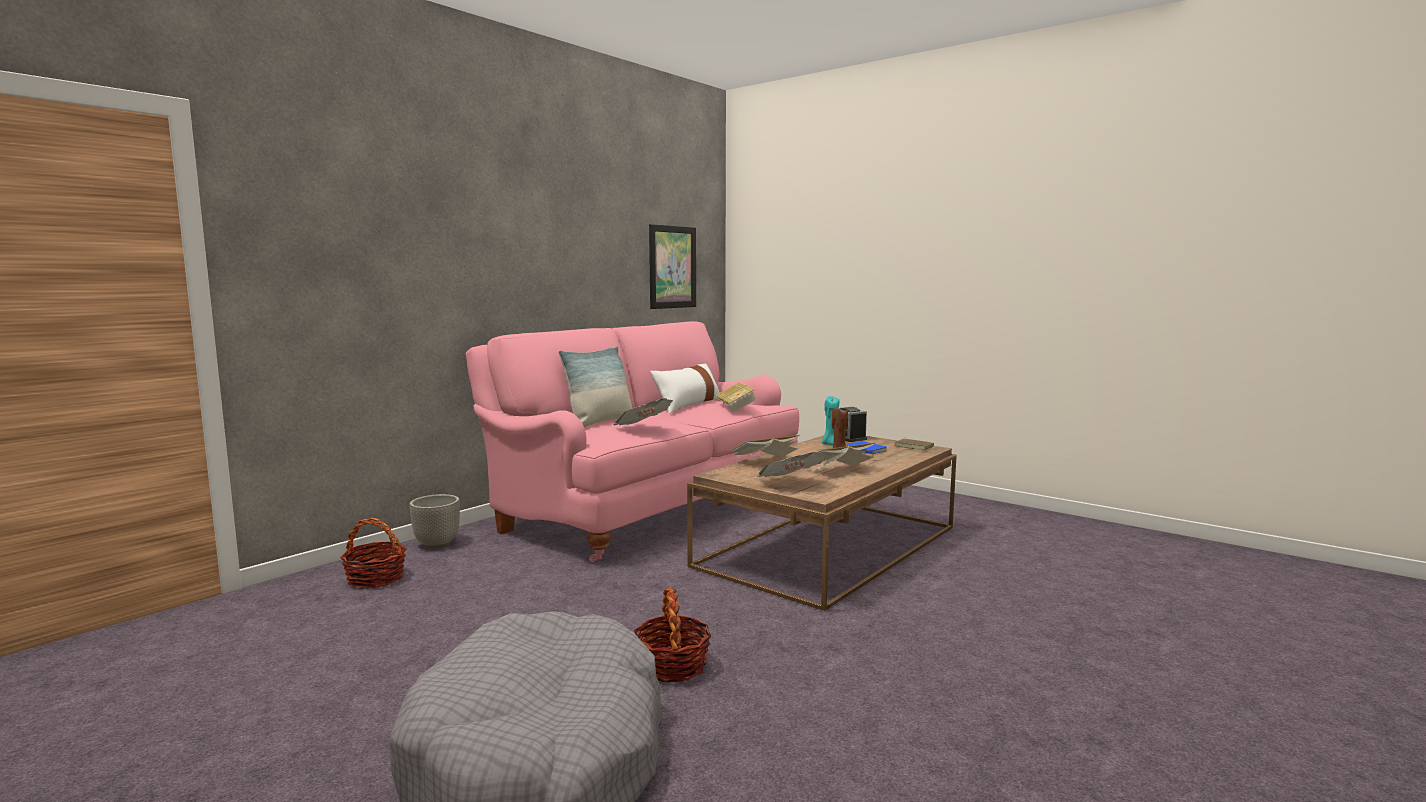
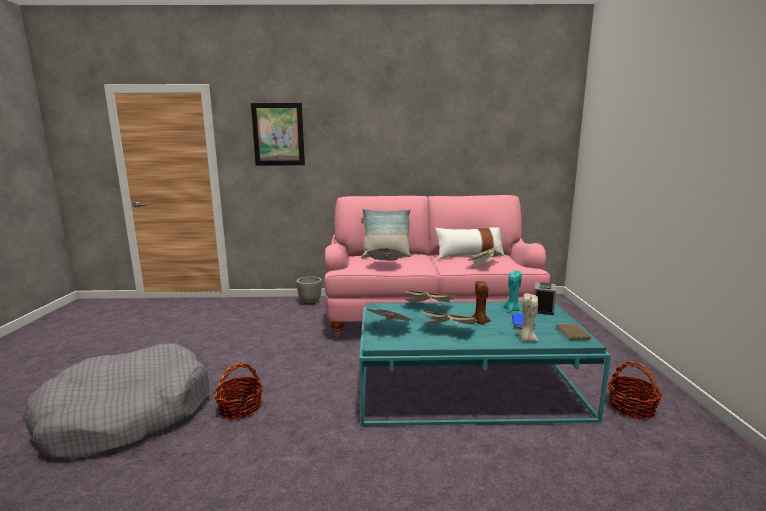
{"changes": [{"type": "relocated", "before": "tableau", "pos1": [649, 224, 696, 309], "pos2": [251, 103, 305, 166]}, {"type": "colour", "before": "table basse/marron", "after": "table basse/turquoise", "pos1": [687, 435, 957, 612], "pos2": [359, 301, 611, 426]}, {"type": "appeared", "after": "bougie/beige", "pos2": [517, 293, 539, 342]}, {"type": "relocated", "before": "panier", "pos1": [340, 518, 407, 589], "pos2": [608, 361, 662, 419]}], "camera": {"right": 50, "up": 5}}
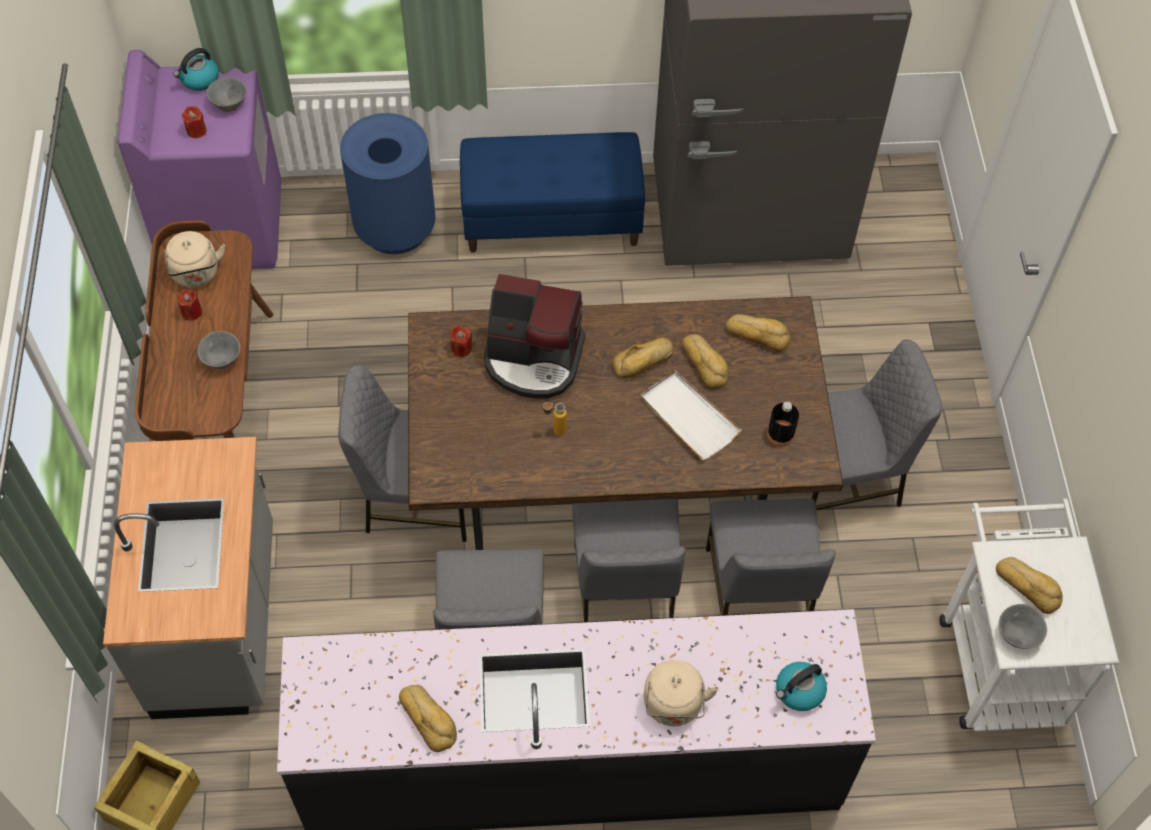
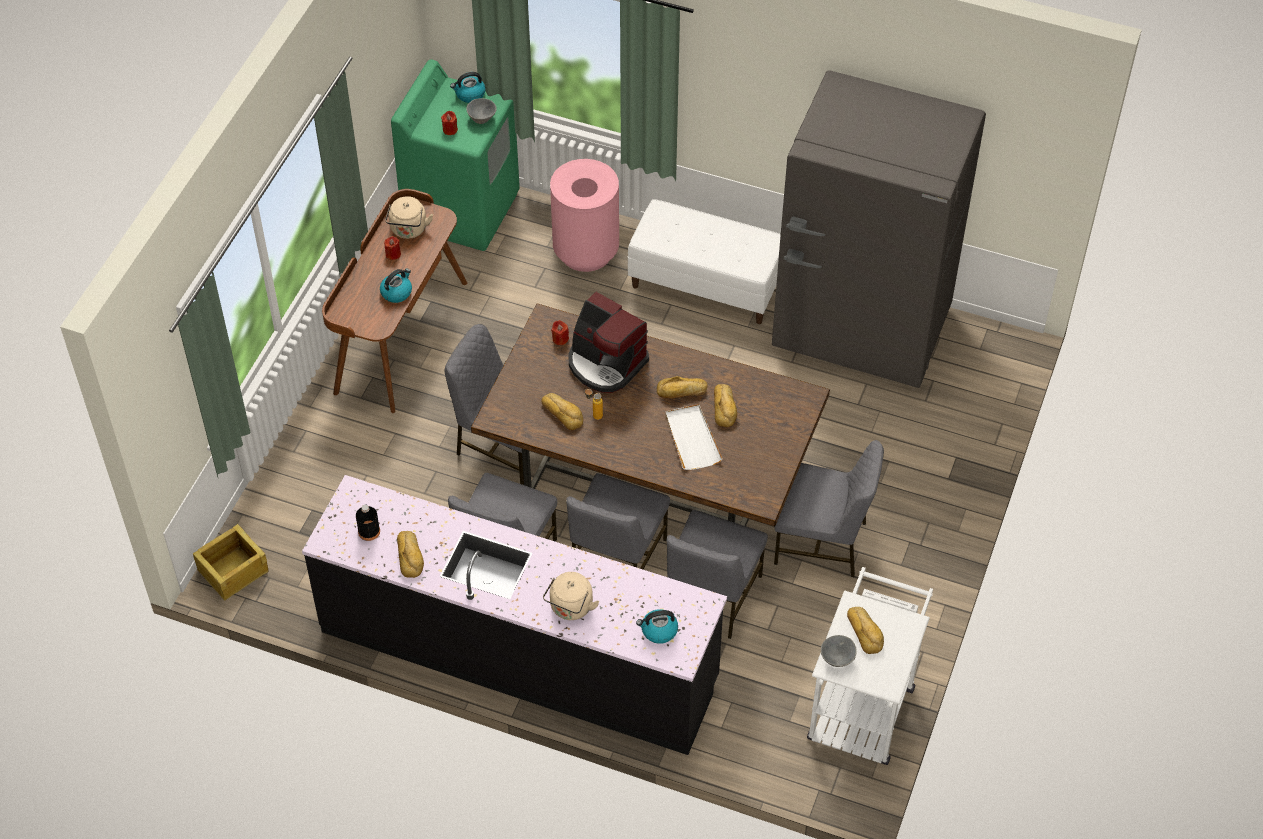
{"changes": [{"type": "relocated", "before": "bouteille/noir", "pos1": [767, 401, 799, 446], "pos2": [356, 505, 380, 541]}, {"type": "exchanged", "before": "bol/gris", "after": "bouilloire", "pos1": [197, 331, 240, 369], "pos2": [380, 269, 412, 303]}, {"type": "colour", "before": "lave-linge/violet", "after": "lave-linge/vert", "pos1": [117, 50, 282, 269], "pos2": [391, 59, 520, 251]}, {"type": "relocated", "before": "pain", "pos1": [726, 314, 790, 352], "pos2": [541, 393, 583, 430]}, {"type": "colour", "before": "poubelle/bleu", "after": "poubelle/rose", "pos1": [340, 113, 436, 254], "pos2": [550, 159, 619, 272]}, {"type": "colour", "before": "banc/bleu", "after": "banc/blanc", "pos1": [460, 132, 645, 253], "pos2": [628, 199, 781, 324]}, {"type": "missing", "before": "comptoir de cuisine/gris", "pos1": [103, 437, 273, 719]}], "camera": {"right": 25, "up": -5}}
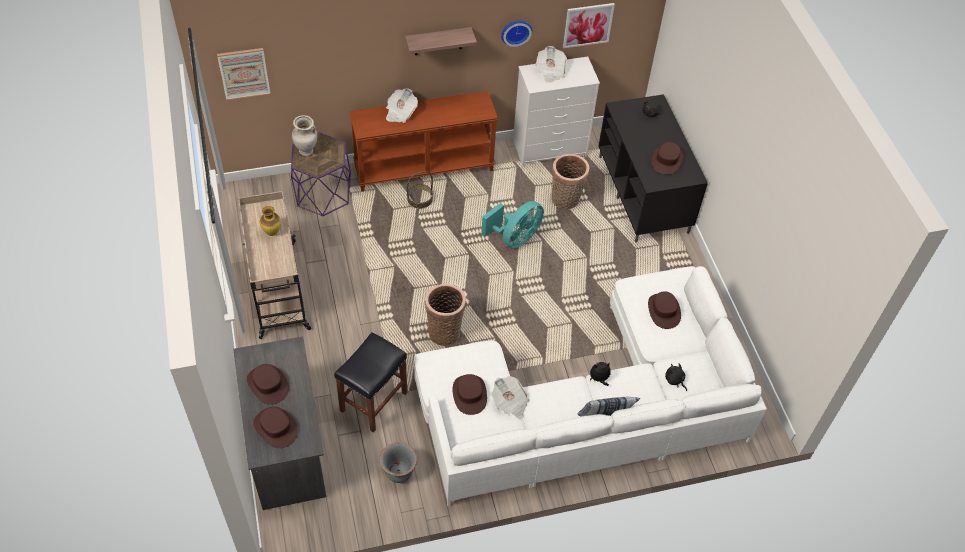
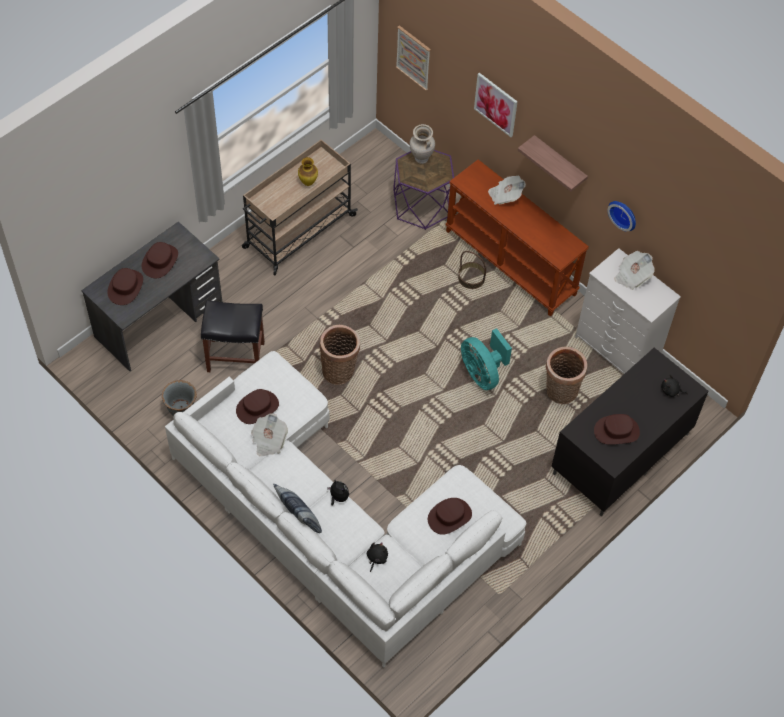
{"changes": [{"type": "spun", "before": "ventilateur/turquoise", "pos1": [481, 201, 544, 248], "pos2": [461, 328, 512, 390], "turn": 45}, {"type": "relocated", "before": "tableau", "pos1": [563, 3, 615, 48], "pos2": [474, 73, 518, 137]}], "camera": {"right": 60, "up": 5}}
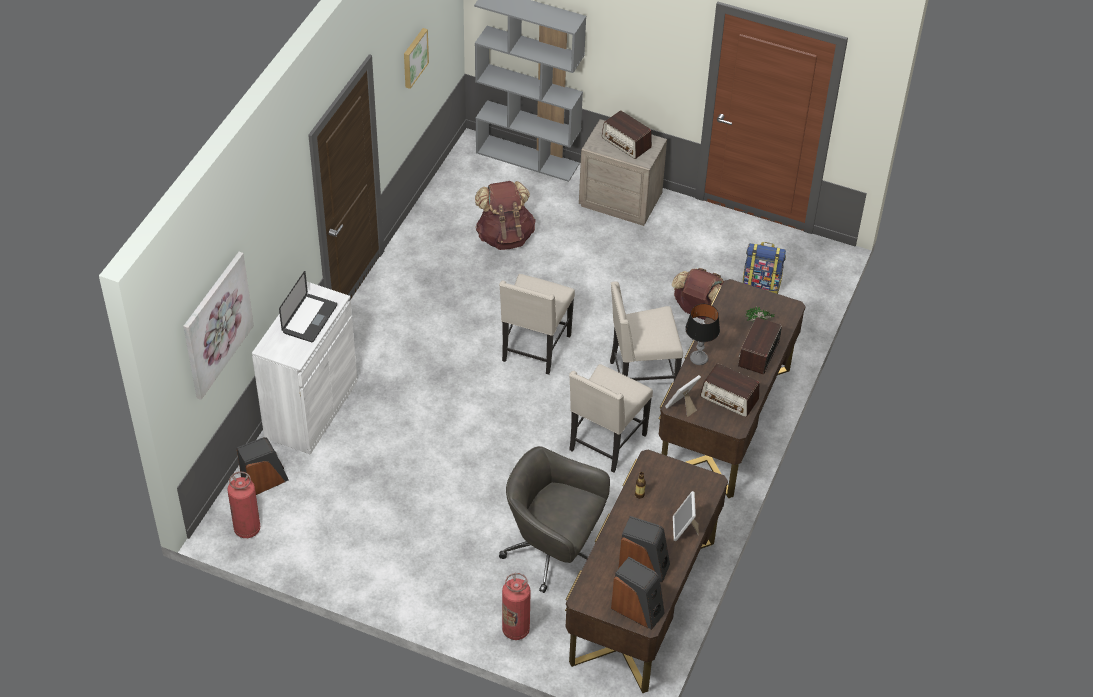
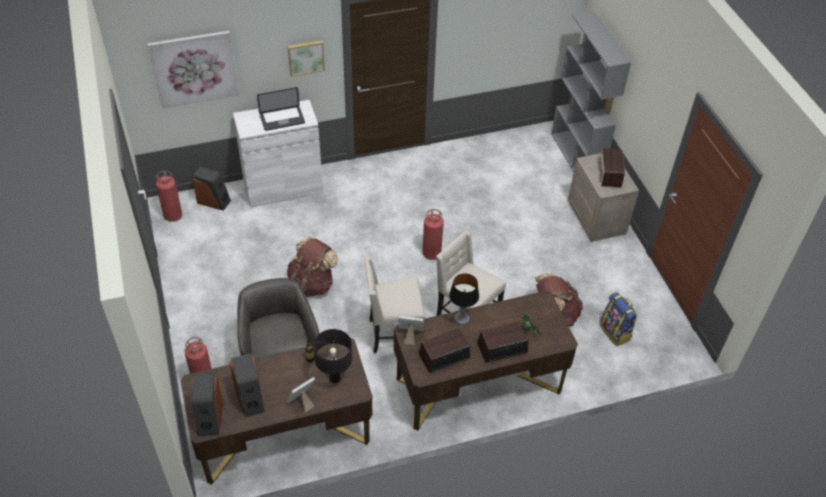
{"changes": [{"type": "relocated", "before": "sac à dos/marron", "pos1": [475, 181, 536, 250], "pos2": [287, 237, 338, 297]}, {"type": "relocated", "before": "tableau", "pos1": [404, 28, 429, 89], "pos2": [288, 40, 325, 77]}, {"type": "appeared", "after": "lampe de table/noir", "pos2": [313, 329, 352, 383]}, {"type": "spun", "before": "radio", "pos1": [700, 363, 759, 417], "pos2": [419, 328, 470, 373], "turn": 75}, {"type": "exchanged", "before": "chaise/beige", "after": "extincteur", "pos1": [499, 274, 575, 374], "pos2": [422, 209, 444, 260]}], "camera": {"right": 50, "up": 0}}
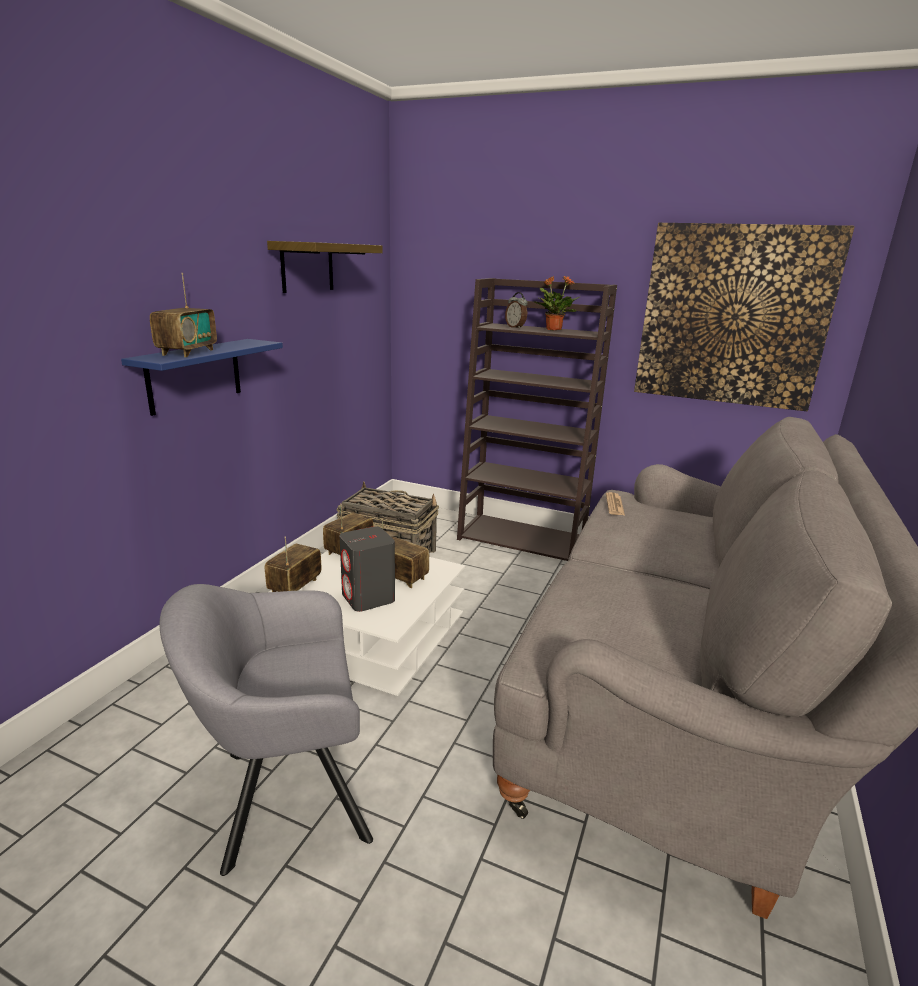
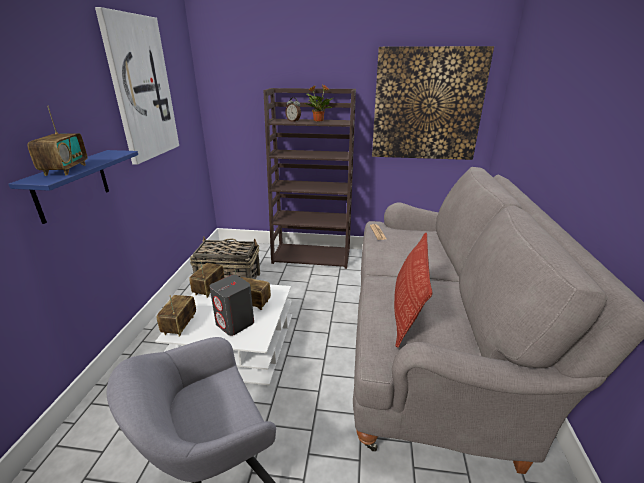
{"changes": [{"type": "exchanged", "before": "étagère", "after": "tableau", "pos1": [267, 241, 383, 293], "pos2": [95, 7, 179, 165]}, {"type": "appeared", "after": "coussin", "pos2": [394, 233, 433, 348]}], "camera": {"right": -15, "up": 5}}
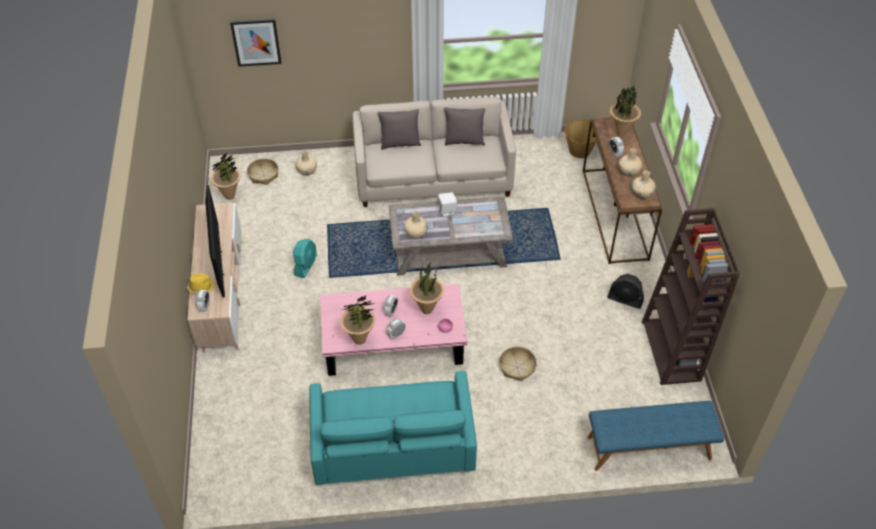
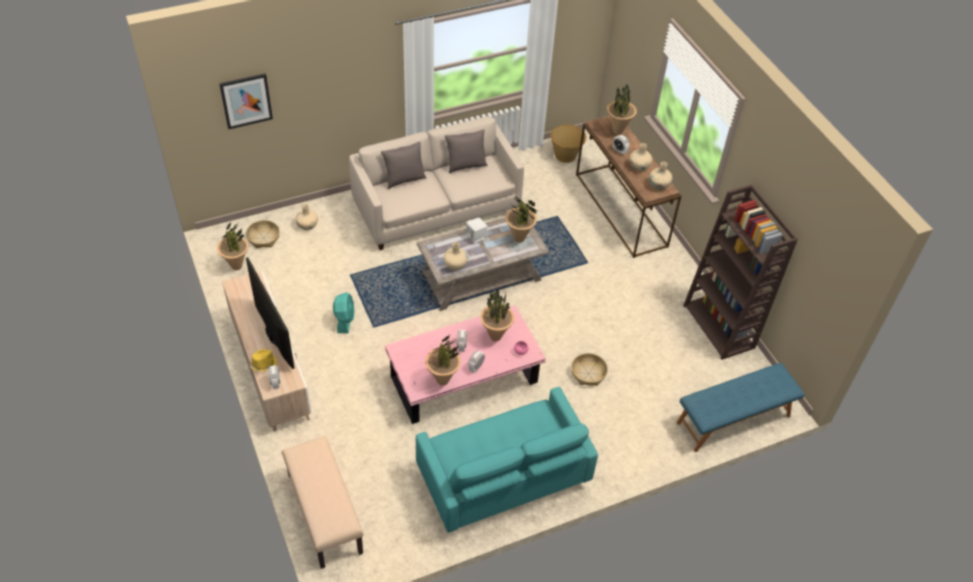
{"changes": [{"type": "appeared", "after": "banc/beige", "pos2": [282, 436, 363, 569]}, {"type": "appeared", "after": "plante en pot", "pos2": [505, 196, 538, 243]}, {"type": "missing", "before": "ventilateur/noir", "pos1": [607, 274, 644, 309]}], "camera": {"right": -20, "up": 0}}
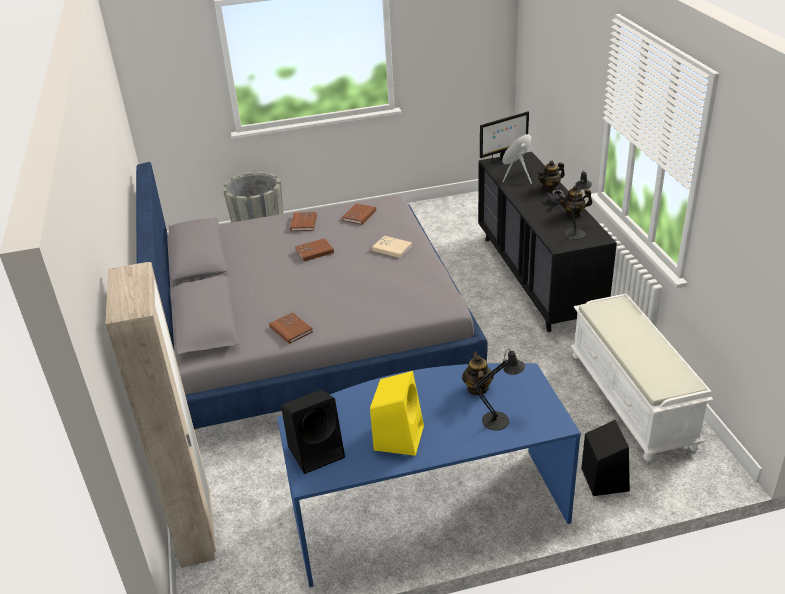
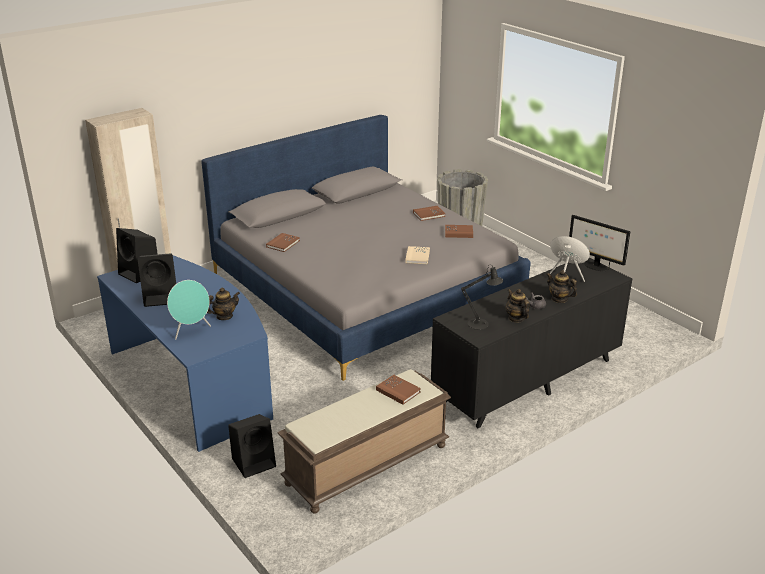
{"changes": [{"type": "colour", "before": "enceinte/jaune", "after": "enceinte/noir", "pos1": [370, 371, 424, 456], "pos2": [137, 253, 176, 307]}, {"type": "exchanged", "before": "lampe de table/noir", "after": "enceinte/turquoise", "pos1": [473, 349, 525, 430], "pos2": [167, 280, 211, 340]}, {"type": "colour", "before": "banc/blanc", "after": "banc/marron", "pos1": [570, 293, 713, 462], "pos2": [277, 369, 451, 514]}, {"type": "relocated", "before": "livre/marron", "pos1": [295, 238, 334, 261], "pos2": [376, 375, 421, 405]}], "camera": {"right": 65, "up": -5}}
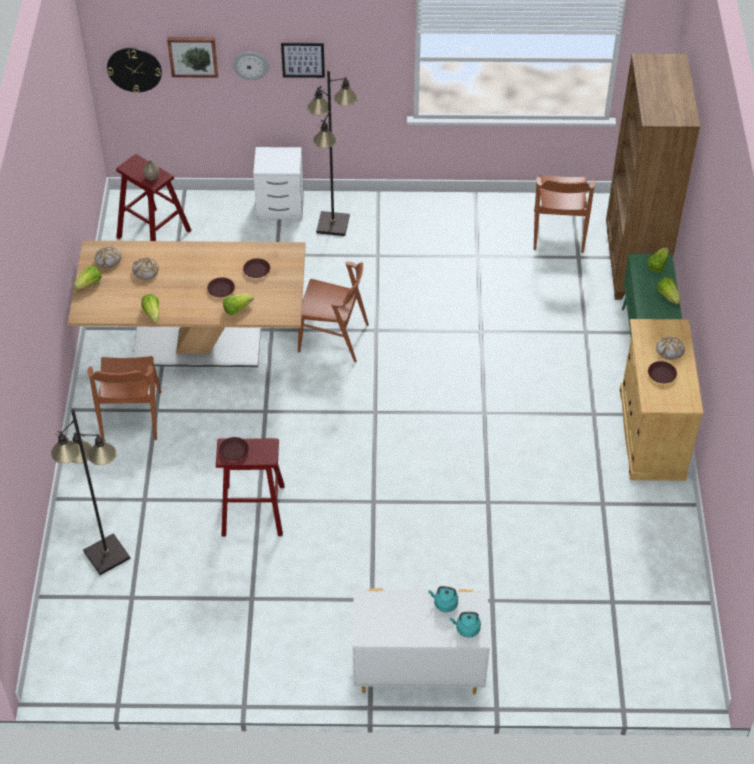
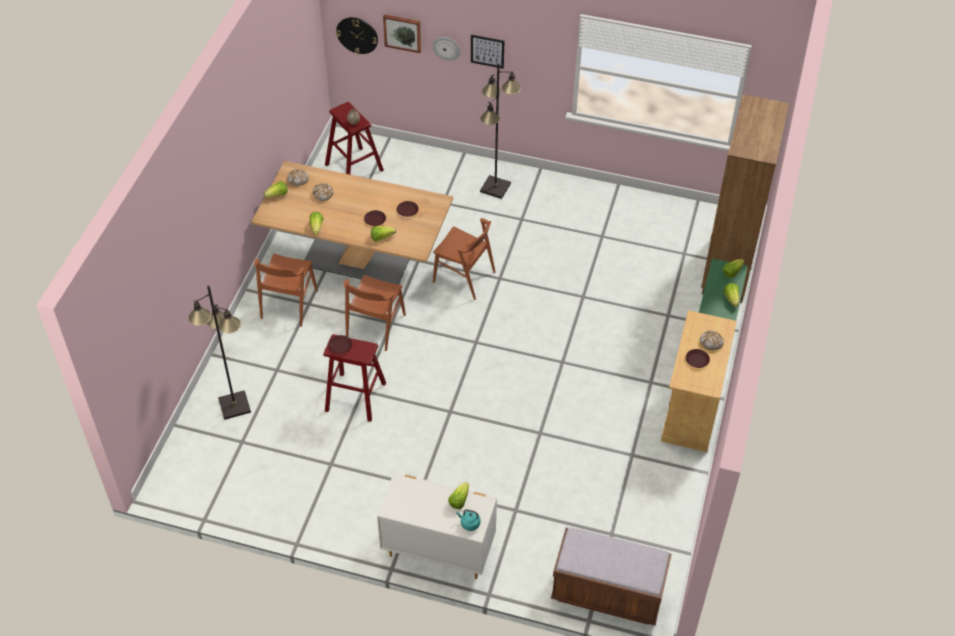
{"changes": [{"type": "relocated", "before": "chaise/marron", "pos1": [534, 174, 595, 253], "pos2": [344, 275, 406, 351]}, {"type": "exchanged", "before": "bouilloire/turquoise", "after": "laitue", "pos1": [428, 586, 458, 612], "pos2": [448, 482, 469, 509]}, {"type": "appeared", "after": "banc/marron", "pos2": [551, 527, 672, 626]}, {"type": "missing", "before": "table de chevet/blanc", "pos1": [253, 147, 304, 220]}], "camera": {"right": 15, "up": 0}}
